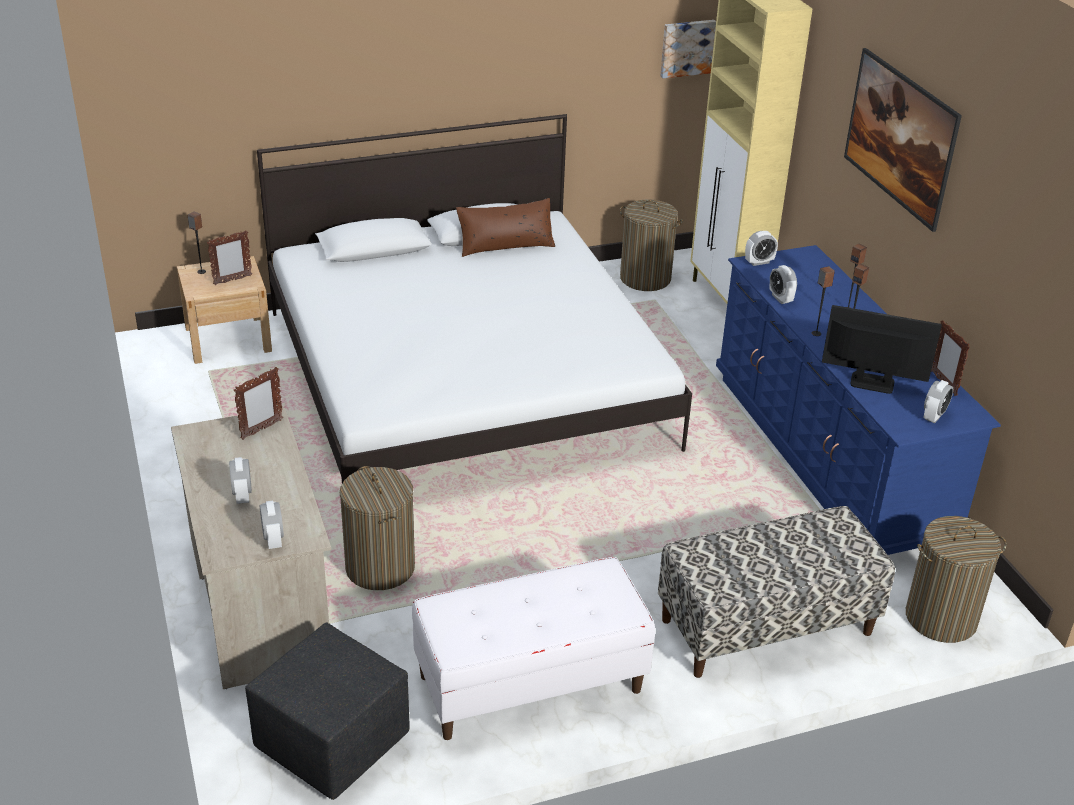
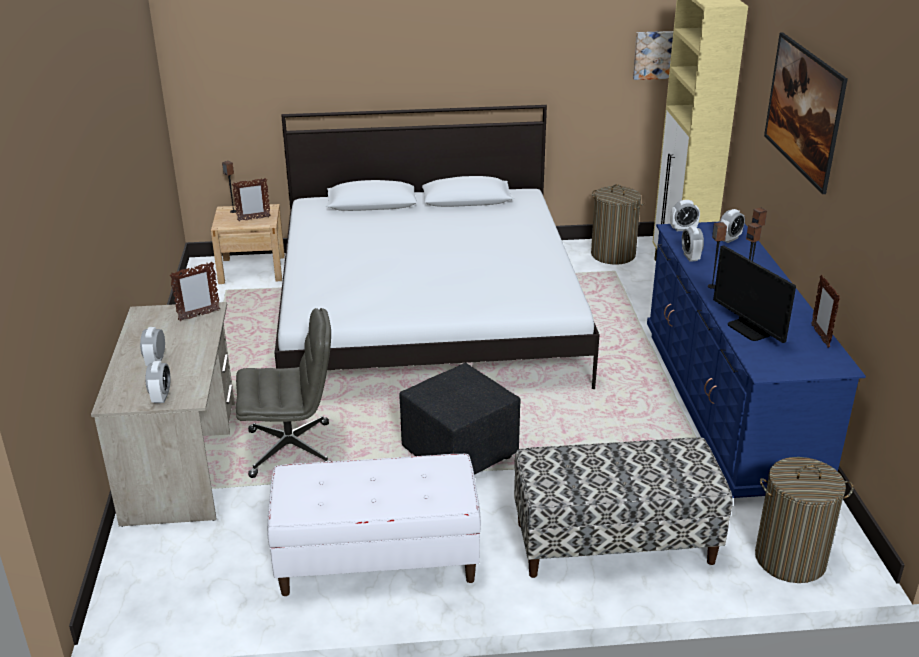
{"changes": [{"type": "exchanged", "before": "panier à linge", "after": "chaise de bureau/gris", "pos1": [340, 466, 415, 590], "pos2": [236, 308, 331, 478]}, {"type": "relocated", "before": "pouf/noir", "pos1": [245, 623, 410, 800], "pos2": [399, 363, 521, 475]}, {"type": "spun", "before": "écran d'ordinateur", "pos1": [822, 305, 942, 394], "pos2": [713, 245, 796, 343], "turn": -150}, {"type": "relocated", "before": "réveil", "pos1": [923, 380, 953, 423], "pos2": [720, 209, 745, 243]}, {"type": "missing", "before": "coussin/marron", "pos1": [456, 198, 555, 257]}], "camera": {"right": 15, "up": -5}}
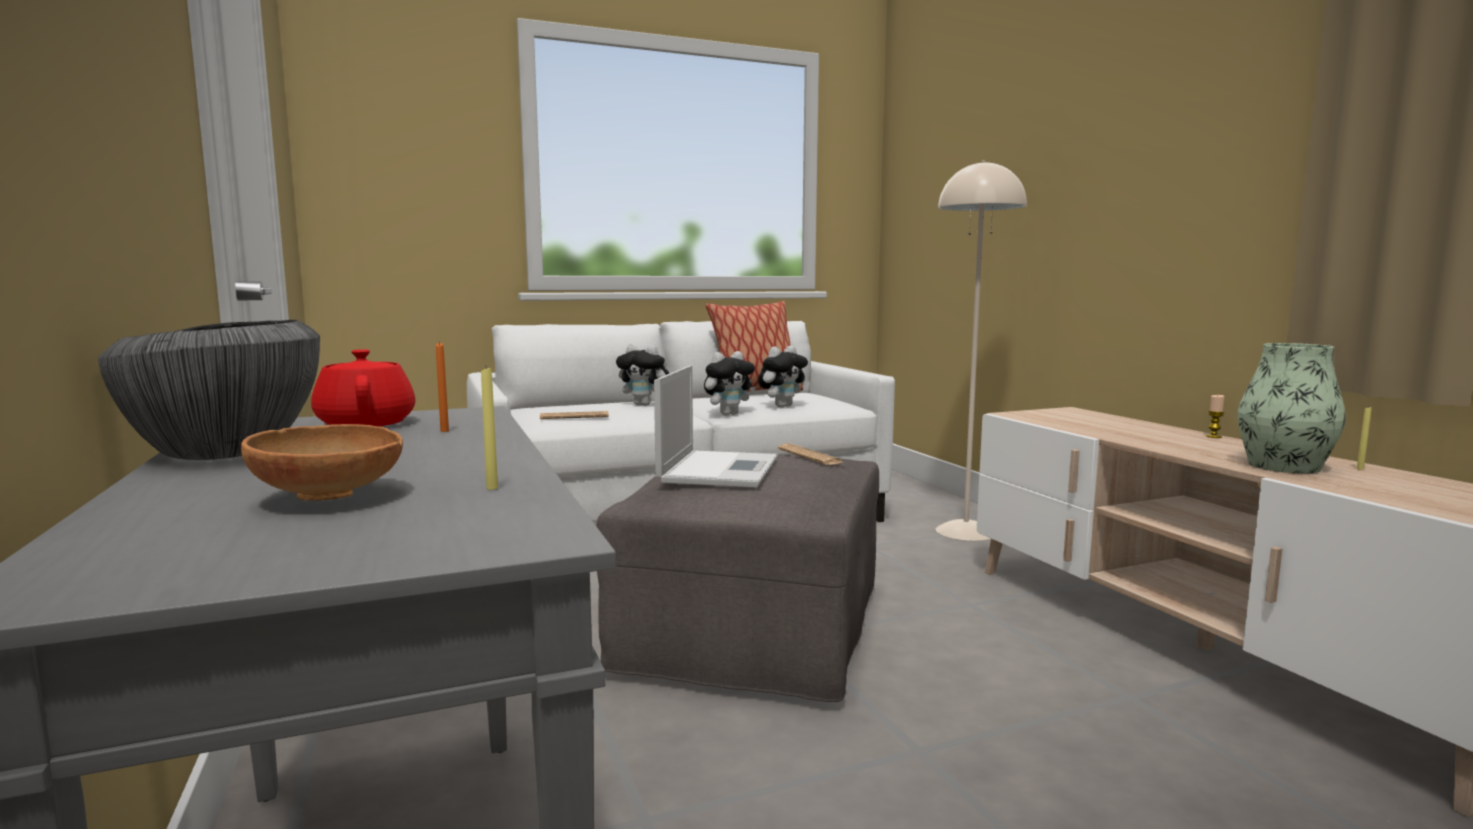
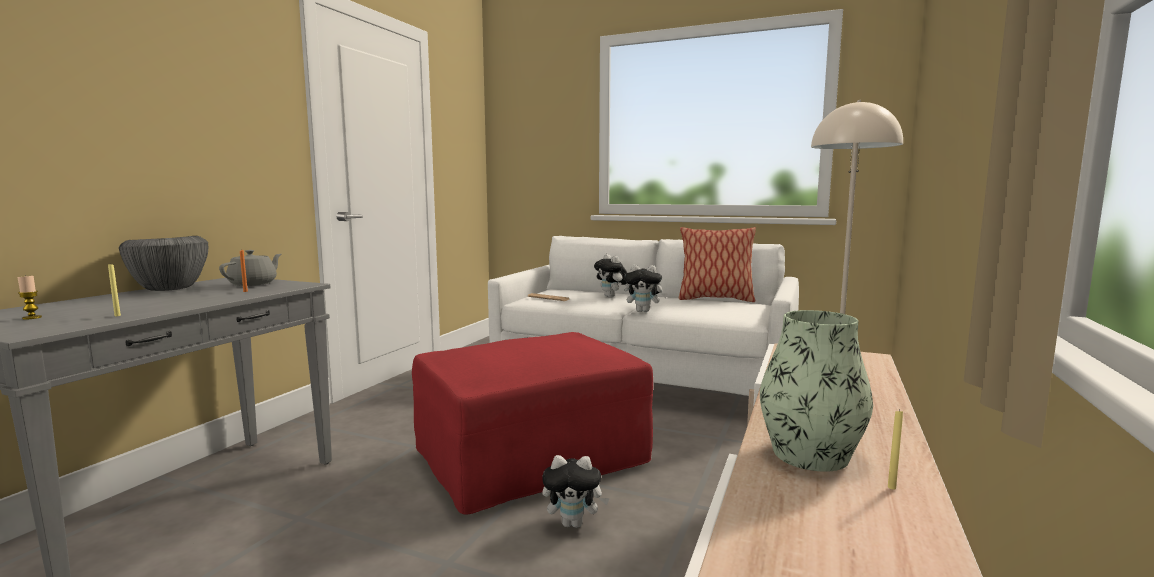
{"changes": [{"type": "relocated", "before": "bougie", "pos1": [1206, 395, 1225, 438], "pos2": [18, 275, 42, 320]}, {"type": "colour", "before": "théière/rouge", "after": "théière/gris", "pos1": [311, 349, 415, 426], "pos2": [219, 250, 281, 286]}, {"type": "colour", "before": "pouf/gris", "after": "pouf/rouge", "pos1": [596, 454, 879, 702], "pos2": [412, 332, 653, 515]}, {"type": "relocated", "before": "peluche", "pos1": [758, 346, 808, 408], "pos2": [542, 455, 610, 528]}, {"type": "missing", "before": "bol/marron", "pos1": [241, 424, 403, 501]}, {"type": "missing", "before": "ordinateur portable", "pos1": [654, 365, 778, 488]}, {"type": "missing", "before": "journal", "pos1": [778, 444, 845, 465]}], "camera": {"right": 45, "up": 0}}
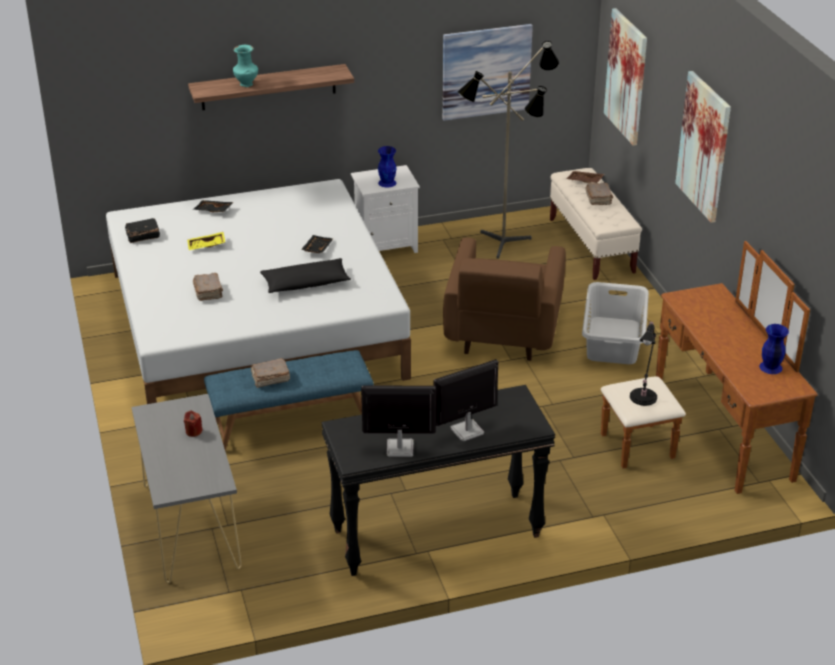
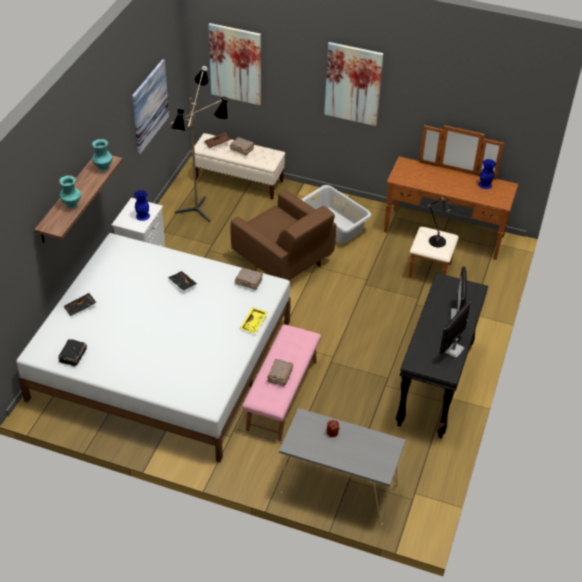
{"changes": [{"type": "appeared", "after": "vase/turquoise", "pos2": [92, 139, 112, 171]}, {"type": "relocated", "before": "livre/marron", "pos1": [193, 273, 223, 301], "pos2": [235, 268, 263, 290]}, {"type": "relocated", "before": "plateau/jaune", "pos1": [187, 232, 225, 250], "pos2": [240, 307, 268, 333]}, {"type": "colour", "before": "banc/bleu", "after": "banc/rose", "pos1": [204, 350, 374, 451], "pos2": [242, 324, 321, 441]}, {"type": "missing", "before": "coussin/noir", "pos1": [260, 258, 351, 293]}], "camera": {"right": -55, "up": 10}}
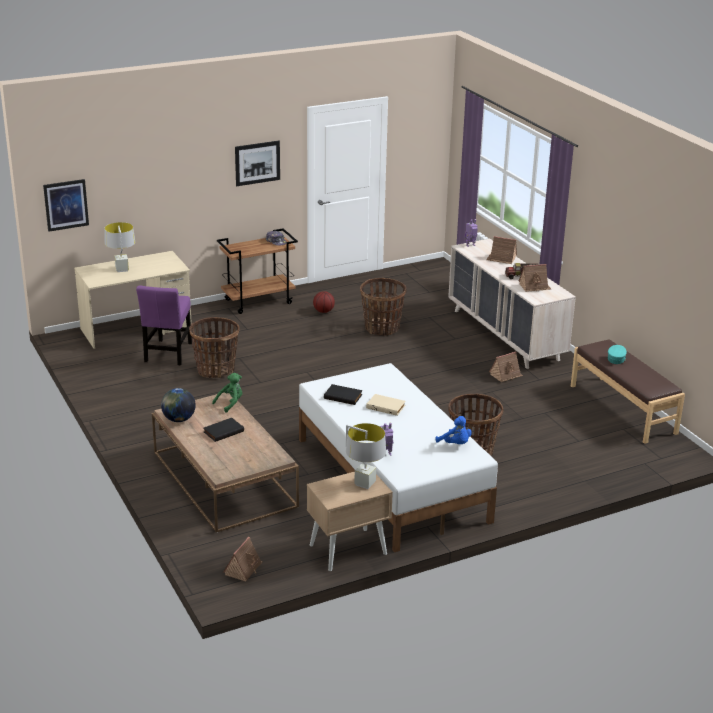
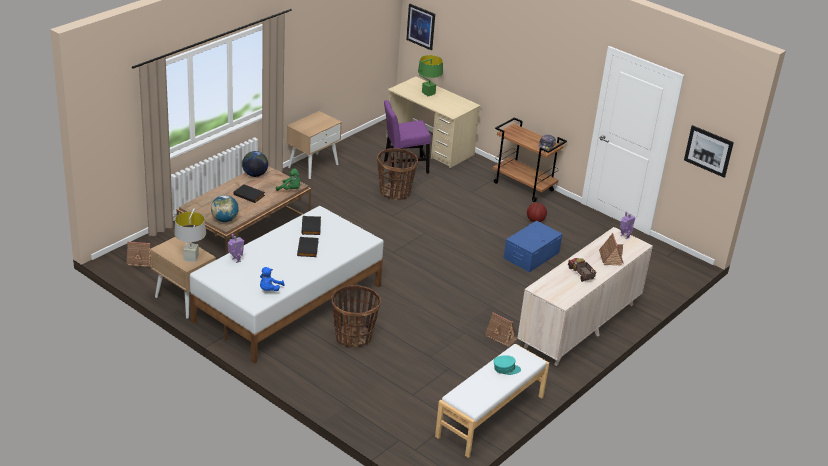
{"changes": [{"type": "appeared", "after": "globe", "pos2": [211, 195, 239, 222]}, {"type": "appeared", "after": "table de chevet/beige", "pos2": [287, 111, 342, 179]}, {"type": "colour", "before": "livre/beige", "after": "livre/noir", "pos1": [366, 394, 406, 416], "pos2": [297, 237, 318, 257]}, {"type": "colour", "before": "lampe de table/gris", "after": "lampe de table/vert", "pos1": [105, 222, 135, 272], "pos2": [418, 55, 443, 96]}, {"type": "colour", "before": "banc/marron", "after": "banc/blanc", "pos1": [571, 339, 685, 444], "pos2": [435, 344, 549, 458]}, {"type": "exchanged", "before": "panier", "after": "boîte de rangement/bleu", "pos1": [360, 278, 407, 336], "pos2": [504, 221, 562, 272]}, {"type": "relocated", "before": "tableau", "pos1": [235, 141, 280, 186], "pos2": [684, 125, 734, 178]}, {"type": "missing", "before": "maison miniature", "pos1": [519, 264, 551, 292]}], "camera": {"right": 65, "up": 5}}
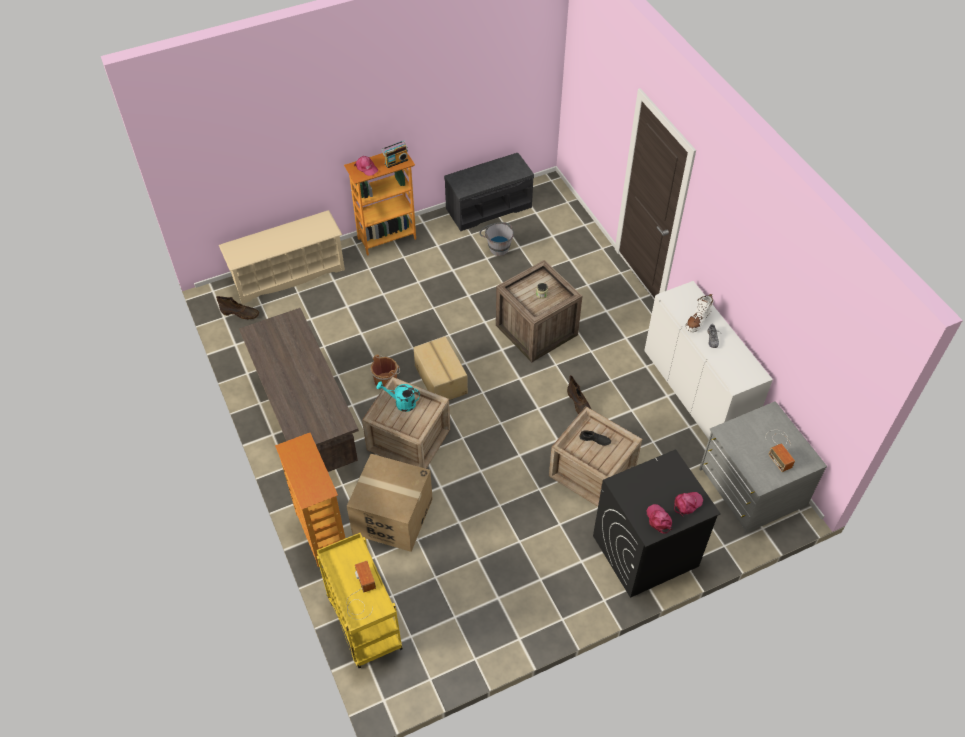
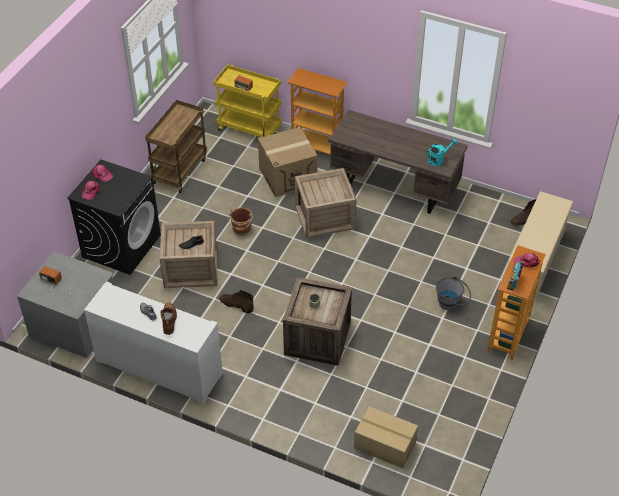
{"changes": [{"type": "appeared", "after": "chariot/marron", "pos2": [145, 100, 207, 193]}, {"type": "colour", "before": "botte/blanc", "after": "botte/marron", "pos1": [685, 294, 713, 333], "pos2": [160, 302, 177, 335]}, {"type": "relocated", "before": "seau/marron", "pos1": [370, 355, 400, 390], "pos2": [229, 207, 253, 236]}, {"type": "relocated", "before": "carton", "pos1": [413, 336, 468, 400], "pos2": [354, 406, 418, 468]}, {"type": "relocated", "before": "arrosoir/turquoise", "pos1": [377, 381, 420, 412], "pos2": [426, 138, 457, 166]}, {"type": "relocated", "before": "seau/gris", "pos1": [479, 222, 514, 256], "pos2": [436, 276, 471, 310]}, {"type": "missing", "before": "banc/gris", "pos1": [444, 153, 534, 231]}], "camera": {"right": 140, "up": -5}}
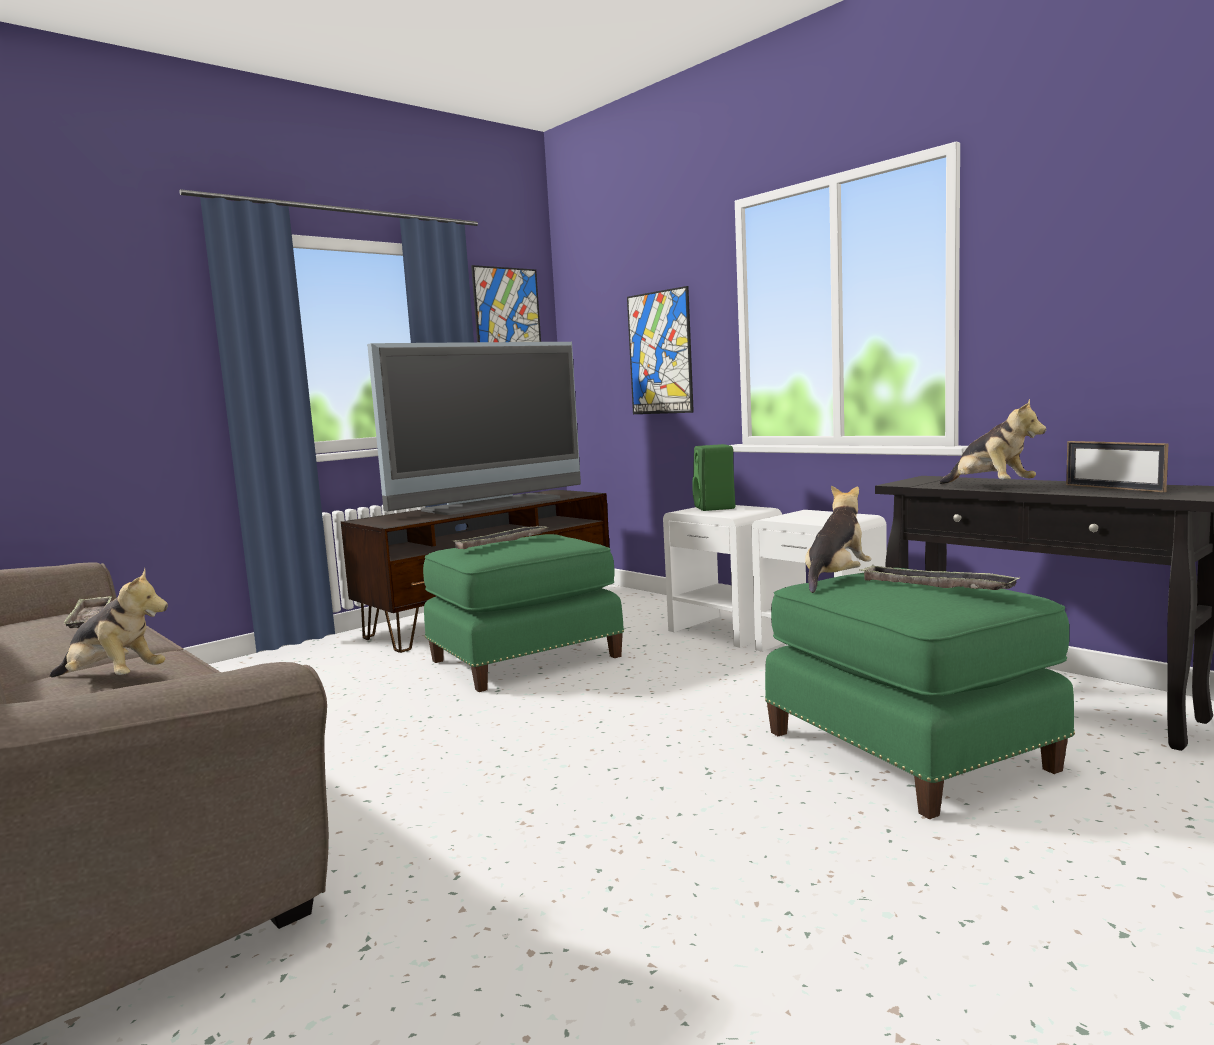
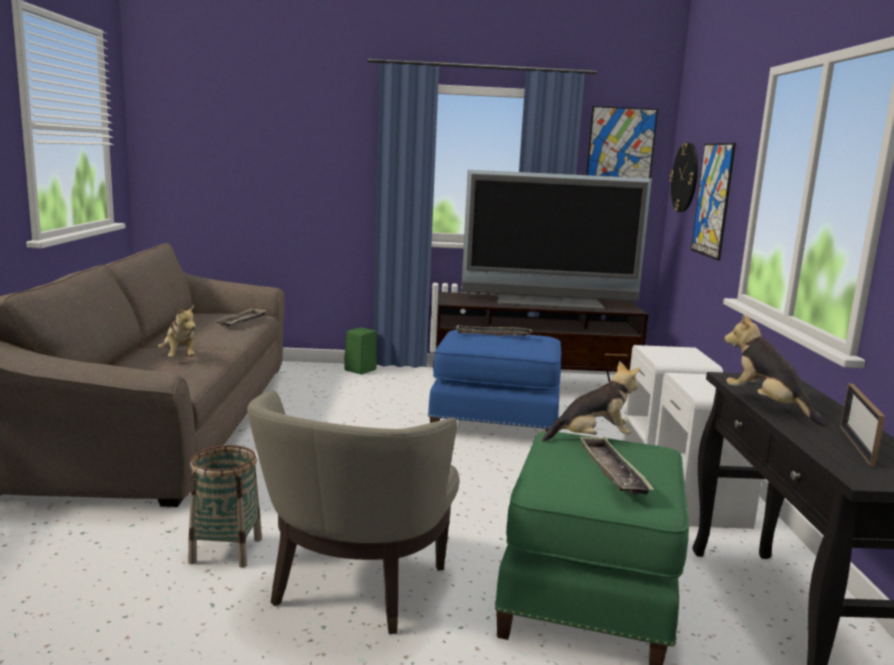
{"changes": [{"type": "appeared", "after": "panier", "pos2": [188, 445, 262, 568]}, {"type": "appeared", "after": "fauteuil/beige", "pos2": [247, 390, 459, 634]}, {"type": "relocated", "before": "enceinte/vert", "pos1": [692, 444, 735, 511], "pos2": [344, 327, 377, 374]}, {"type": "colour", "before": "pouf/vert", "after": "pouf/bleu", "pos1": [423, 534, 624, 692], "pos2": [428, 329, 561, 431]}, {"type": "appeared", "after": "horloge murale", "pos2": [669, 142, 698, 212]}, {"type": "spun", "before": "peluche", "pos1": [939, 399, 1046, 484], "pos2": [724, 314, 825, 425], "turn": 135}], "camera": {"right": 40, "up": 5}}
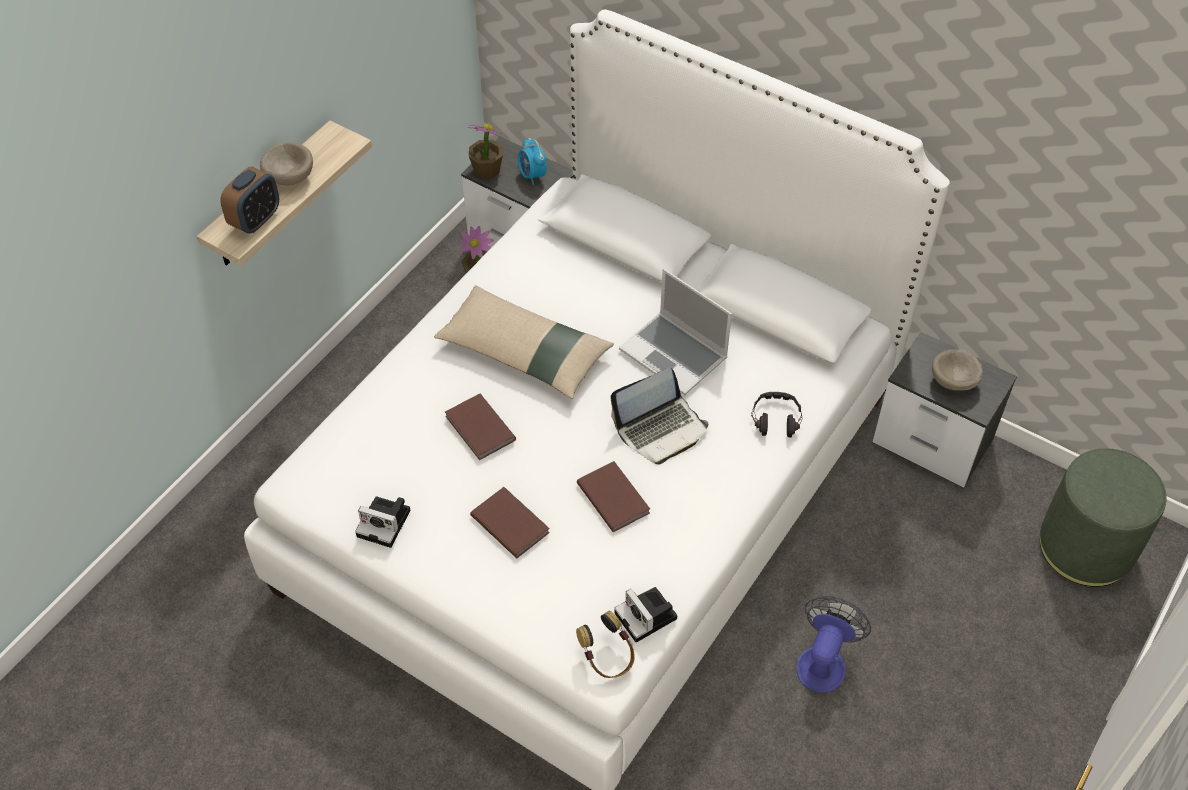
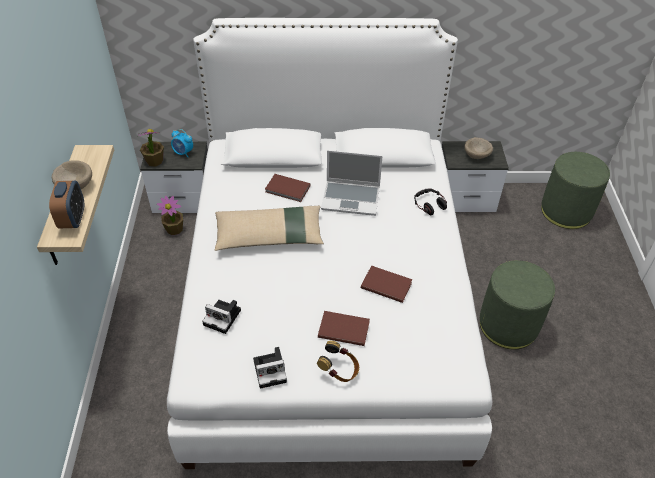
{"changes": [{"type": "relocated", "before": "appareil photo", "pos1": [614, 587, 677, 643], "pos2": [202, 300, 241, 334]}, {"type": "relocated", "before": "livre/marron", "pos1": [445, 394, 516, 460], "pos2": [265, 174, 311, 202]}, {"type": "relocated", "before": "casque audio", "pos1": [576, 611, 635, 678], "pos2": [317, 341, 359, 382]}, {"type": "exchanged", "before": "ventilateur", "after": "pouf/vert", "pos1": [797, 596, 871, 693], "pos2": [480, 260, 555, 349]}, {"type": "missing", "before": "ordinateur portable", "pos1": [610, 367, 708, 465]}], "camera": {"right": -35, "up": -5}}
